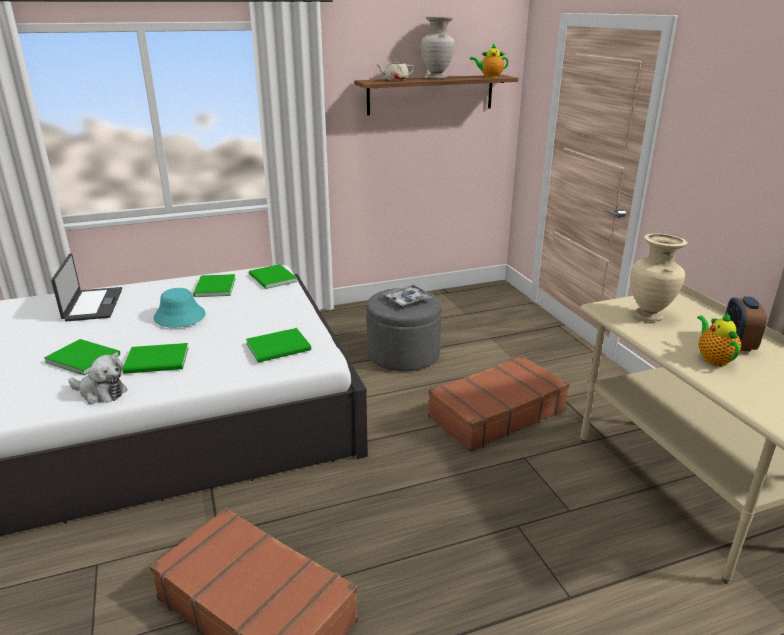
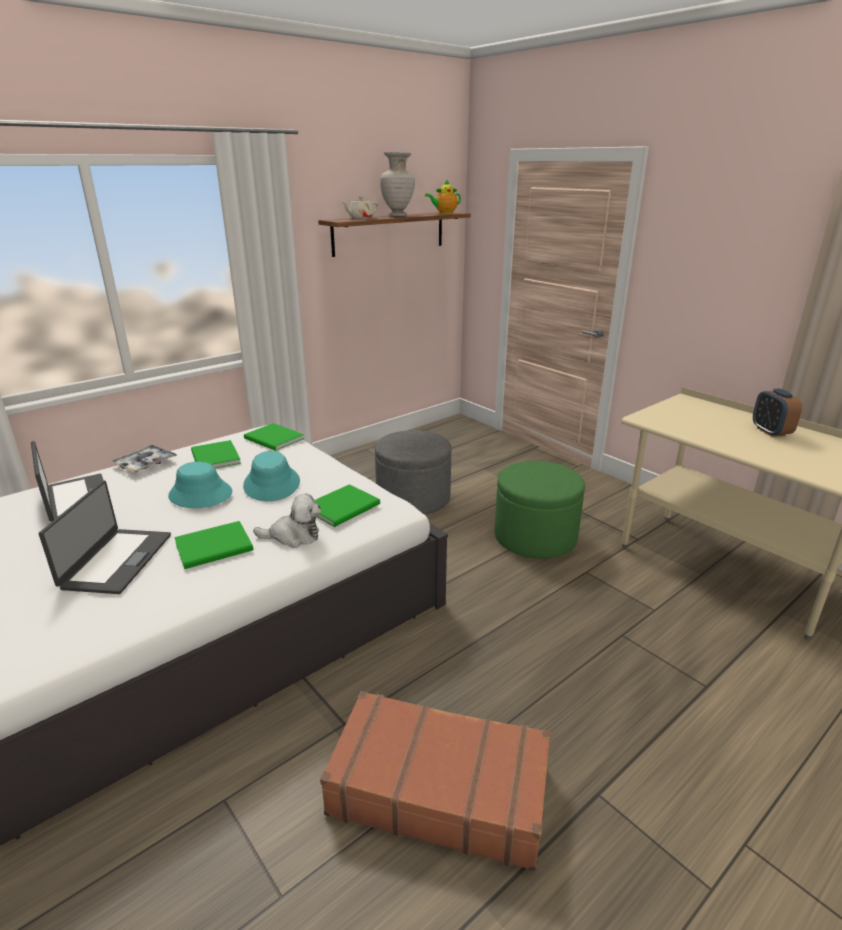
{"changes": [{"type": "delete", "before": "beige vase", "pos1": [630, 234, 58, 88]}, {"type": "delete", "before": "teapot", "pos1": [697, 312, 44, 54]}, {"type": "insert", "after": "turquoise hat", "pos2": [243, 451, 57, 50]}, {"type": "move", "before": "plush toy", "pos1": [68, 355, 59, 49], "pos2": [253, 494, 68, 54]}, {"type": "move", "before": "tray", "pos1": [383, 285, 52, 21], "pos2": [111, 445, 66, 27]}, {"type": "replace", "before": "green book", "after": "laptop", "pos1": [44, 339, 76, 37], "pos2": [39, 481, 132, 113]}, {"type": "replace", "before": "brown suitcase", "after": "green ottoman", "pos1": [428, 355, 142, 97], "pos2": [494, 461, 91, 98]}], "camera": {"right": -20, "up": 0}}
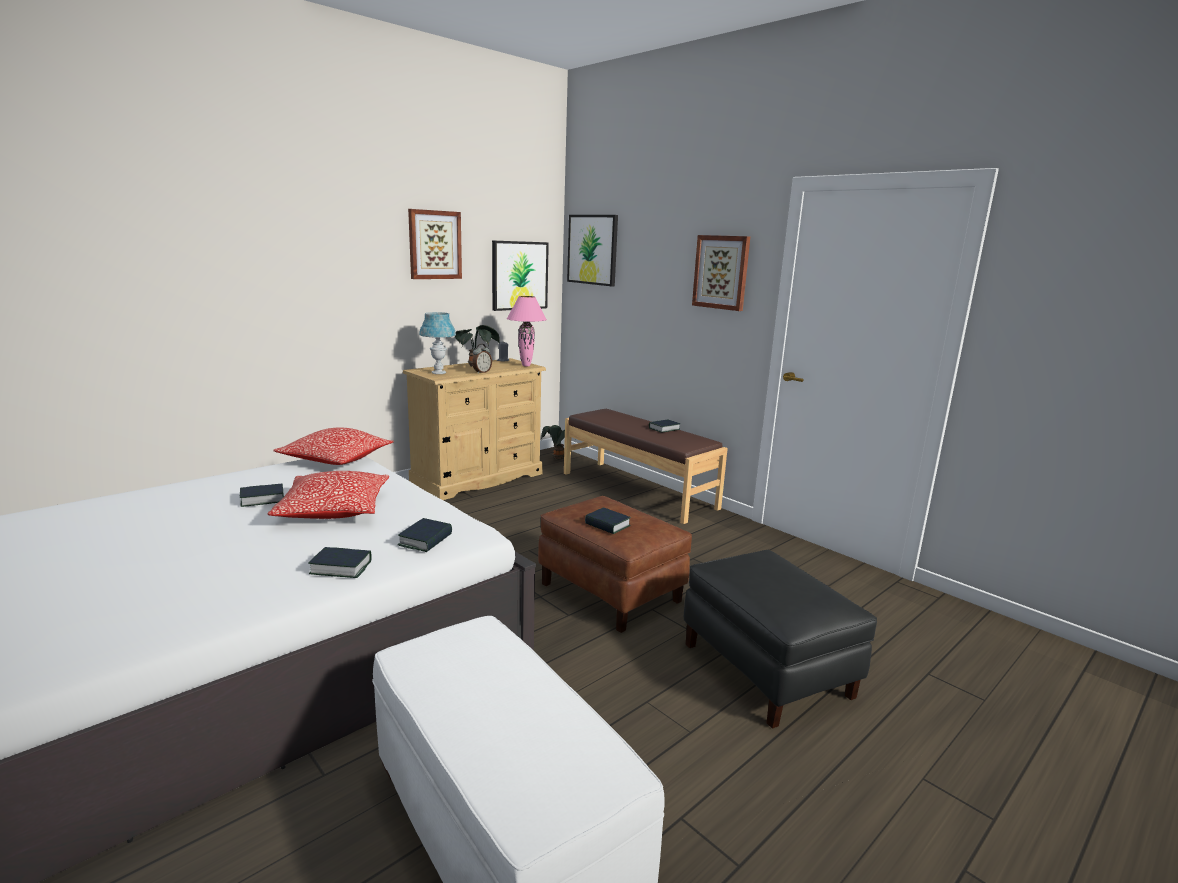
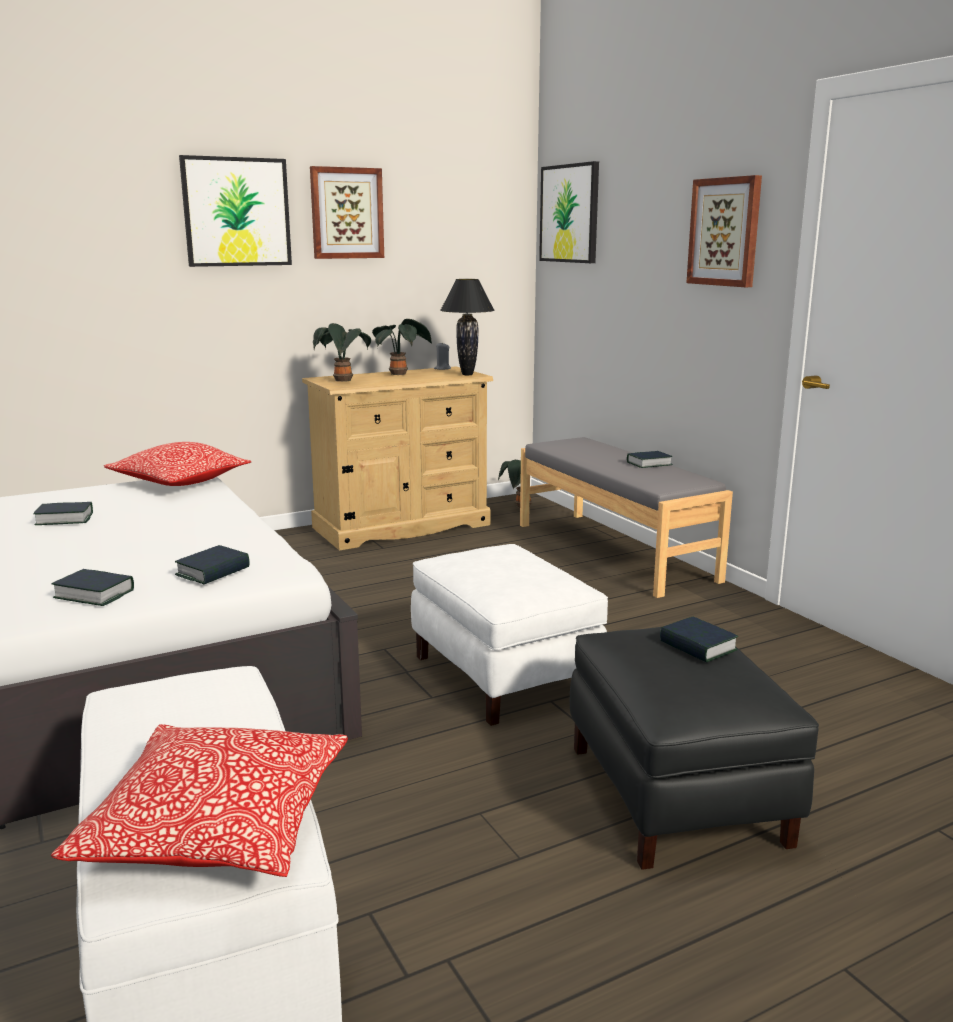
{"changes": [{"type": "delete", "before": "alarm clock", "pos1": [472, 344, 20, 30]}, {"type": "move", "before": "pillow", "pos1": [267, 471, 122, 48], "pos2": [51, 724, 297, 153]}, {"type": "move", "before": "picture", "pos1": [492, 240, 57, 71], "pos2": [179, 155, 113, 112]}, {"type": "move", "before": "book", "pos1": [585, 508, 46, 26], "pos2": [660, 617, 78, 46]}, {"type": "replace", "before": "blue table lamp", "after": "potted plant", "pos1": [419, 312, 37, 62], "pos2": [313, 323, 58, 59]}, {"type": "recolor", "before": "pink table lamp", "after": "black table lamp", "pos1": [507, 296, 40, 70], "pos2": [440, 279, 54, 96]}, {"type": "recolor", "before": "brown ottoman", "after": "white ottoman", "pos1": [538, 496, 154, 137], "pos2": [411, 544, 197, 182]}, {"type": "recolor", "before": "brown bench", "after": "grey bench", "pos1": [564, 409, 164, 115], "pos2": [520, 437, 213, 161]}], "camera": {"right": 15, "up": 0}}
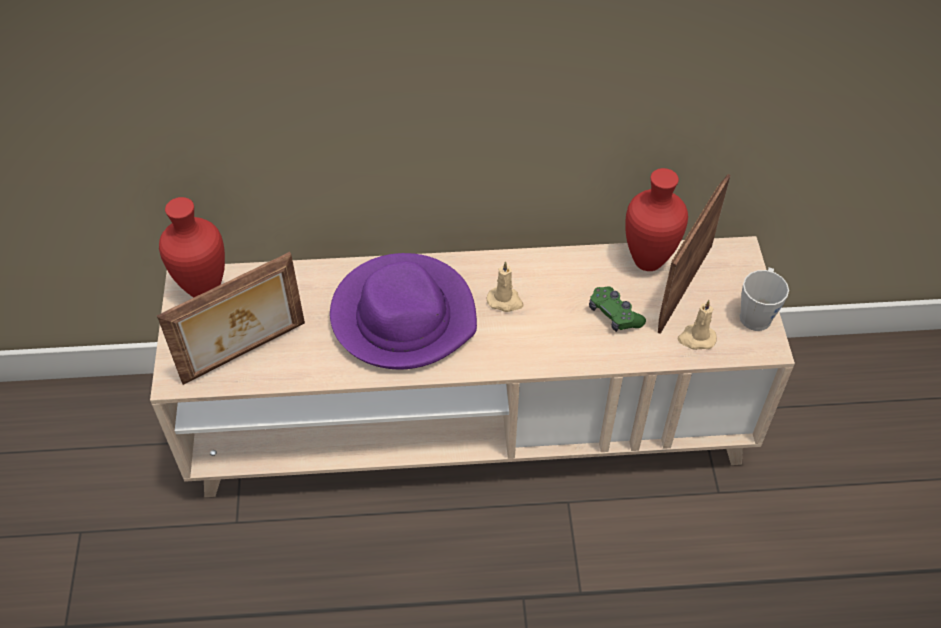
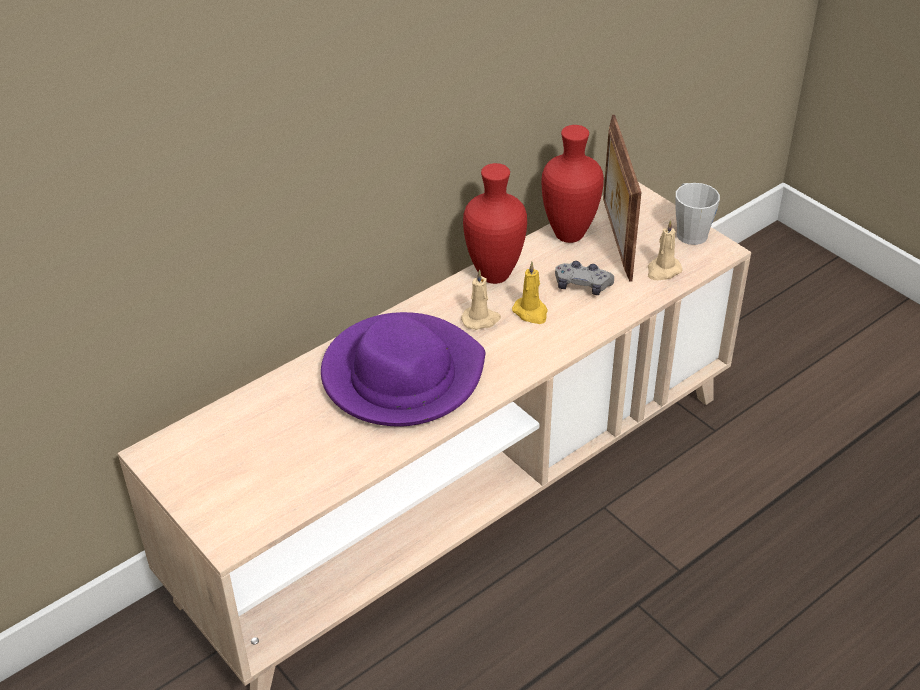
{"changes": [{"type": "delete", "before": "picture frame", "pos1": [157, 252, 148, 133]}, {"type": "insert", "after": "yellow candle", "pos2": [512, 262, 36, 62]}, {"type": "move", "before": "red vase", "pos1": [159, 197, 66, 101], "pos2": [463, 163, 64, 121]}, {"type": "recolor", "before": "green game controller", "after": "grey game controller", "pos1": [589, 286, 57, 46], "pos2": [555, 261, 59, 34]}], "camera": {"right": -35, "up": -10}}
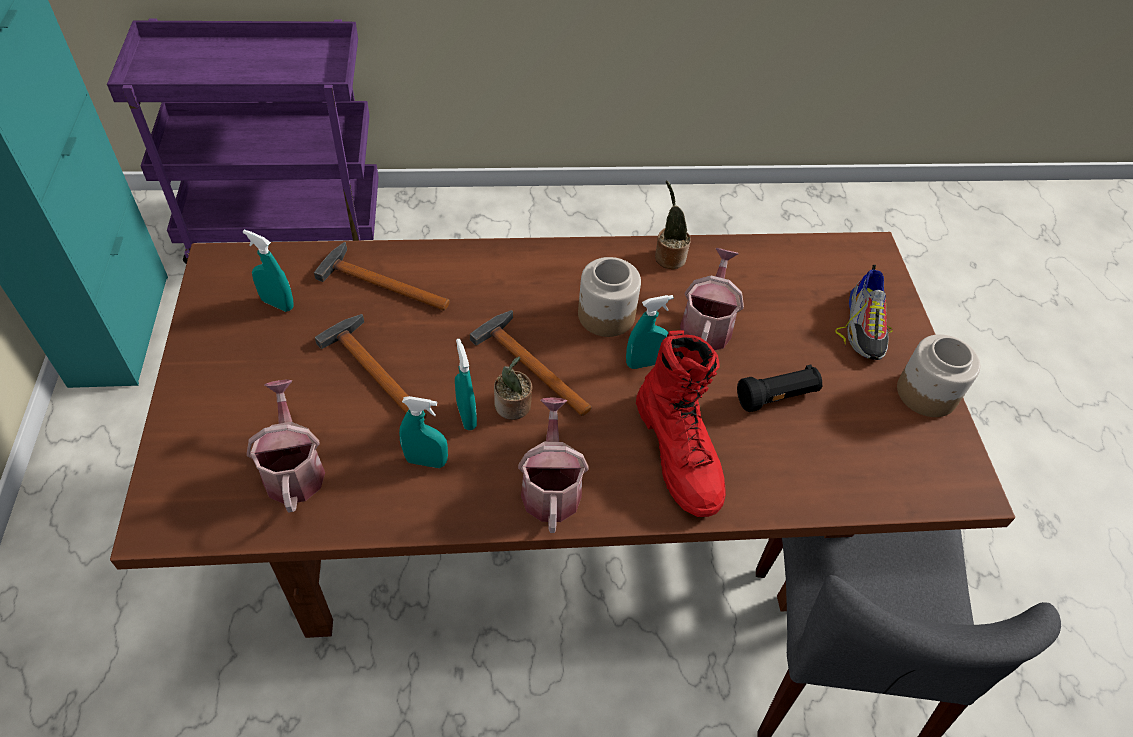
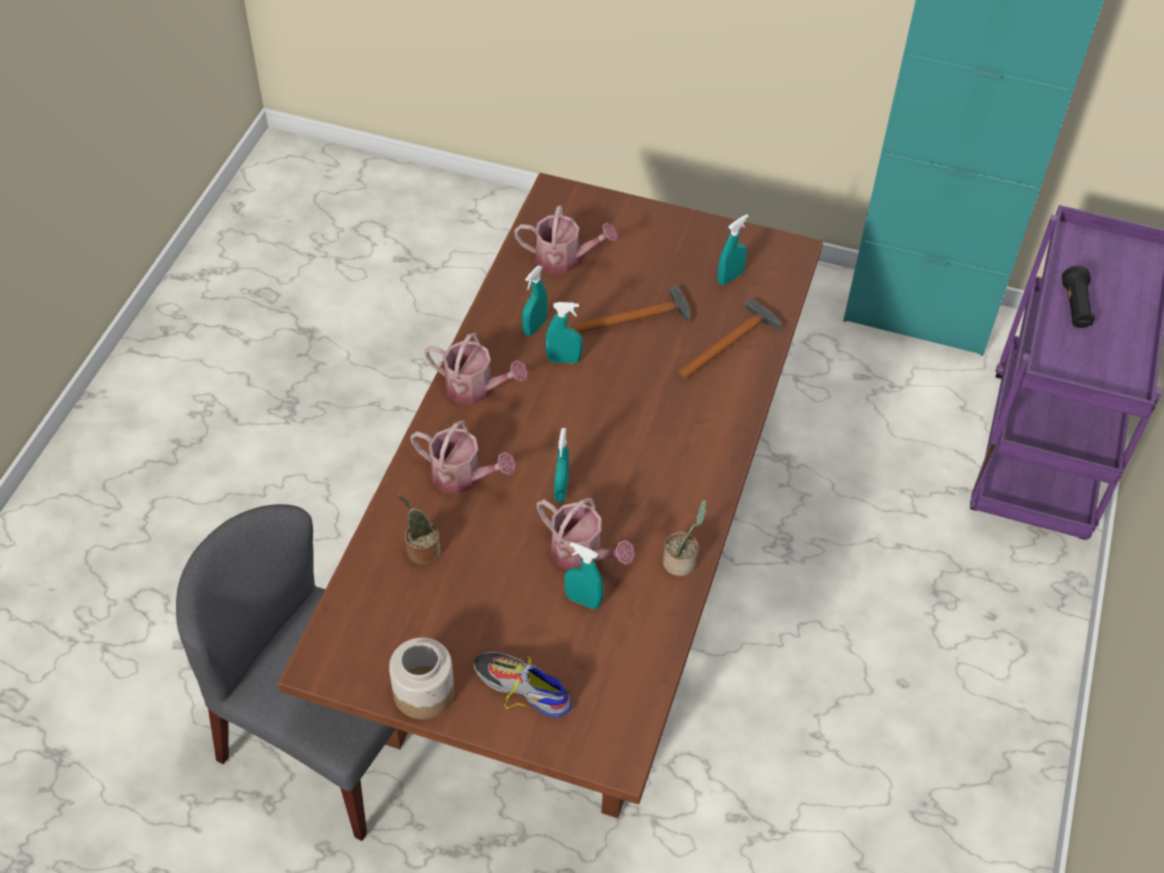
{"changes": [{"type": "delete", "before": "hammer", "pos1": [470, 310, 122, 106]}, {"type": "delete", "before": "jar", "pos1": [578, 257, 63, 80]}, {"type": "insert", "after": "turquoise spray bottle", "pos2": [564, 542, 40, 67]}, {"type": "move", "before": "potted plant", "pos1": [494, 356, 38, 64], "pos2": [395, 494, 45, 72]}, {"type": "move", "before": "black flashlight", "pos1": [737, 365, 86, 47], "pos2": [1062, 266, 33, 62]}, {"type": "replace", "before": "red boot", "after": "watering can", "pos1": [636, 330, 90, 187], "pos2": [410, 420, 106, 74]}], "camera": {"right": 115, "up": 0}}
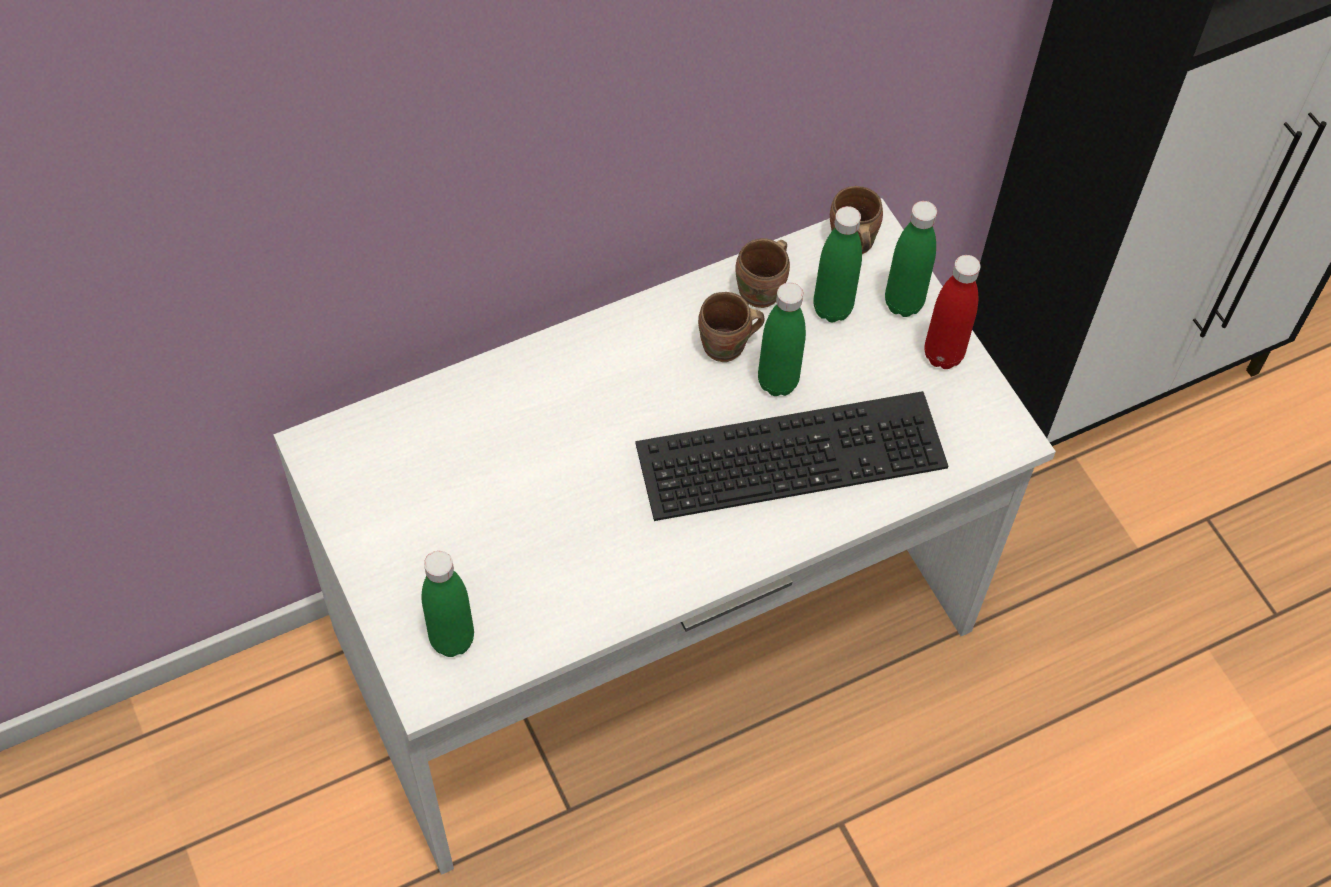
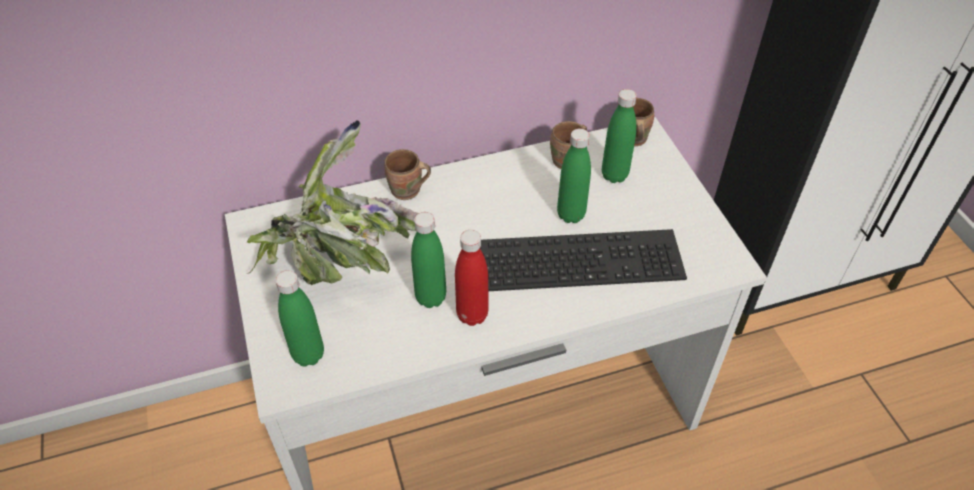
{"changes": [{"type": "insert", "after": "potted plant", "pos2": [247, 121, 171, 164]}, {"type": "move", "before": "brown mug", "pos1": [698, 292, 67, 70], "pos2": [384, 149, 47, 51]}, {"type": "move", "before": "green bottle", "pos1": [885, 201, 52, 116], "pos2": [411, 212, 35, 96]}, {"type": "move", "before": "red bottle", "pos1": [924, 255, 56, 114], "pos2": [455, 230, 34, 96]}], "camera": {"right": 10, "up": -10}}
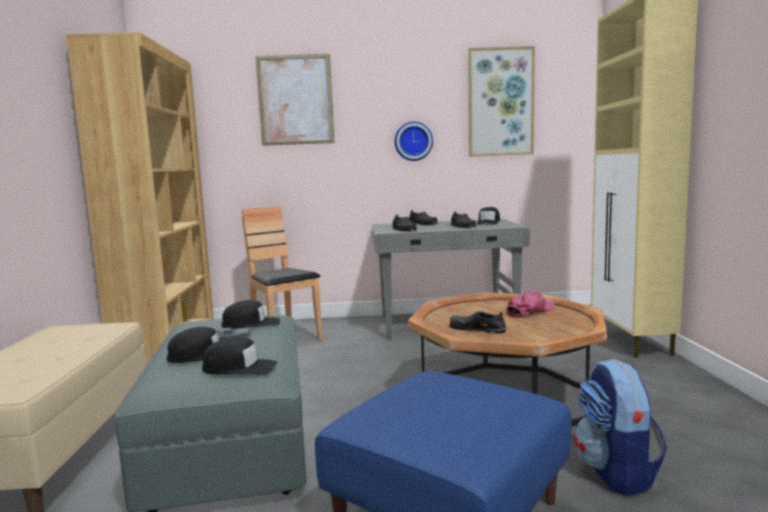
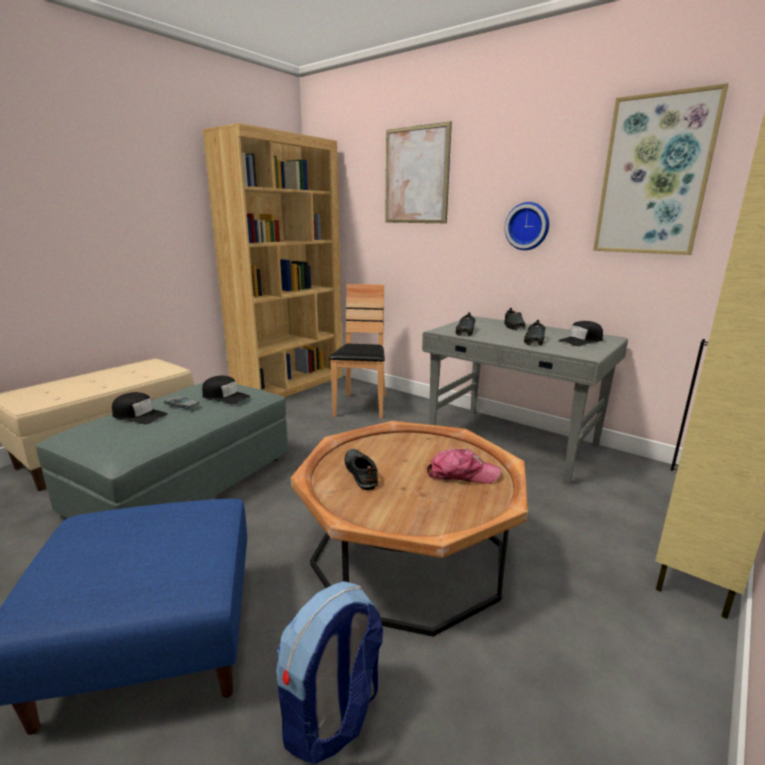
{"changes": [{"type": "delete", "before": "black cap", "pos1": [202, 337, 76, 38]}], "camera": {"right": 40, "up": 10}}
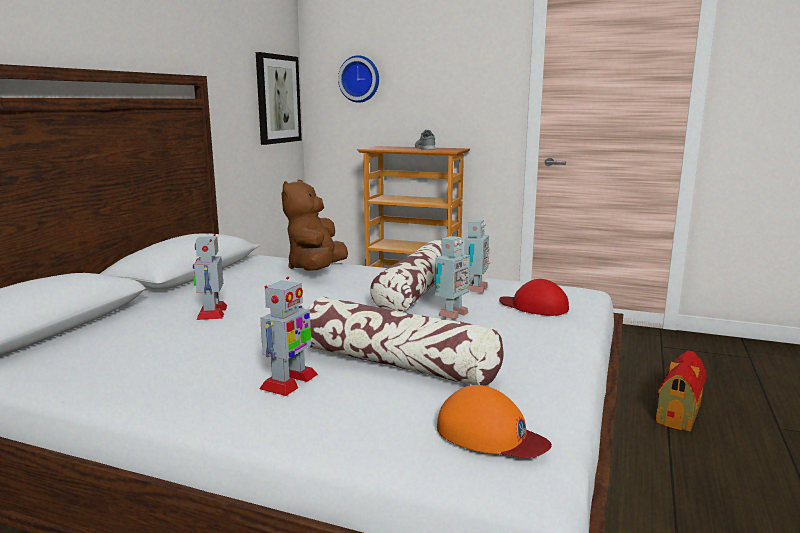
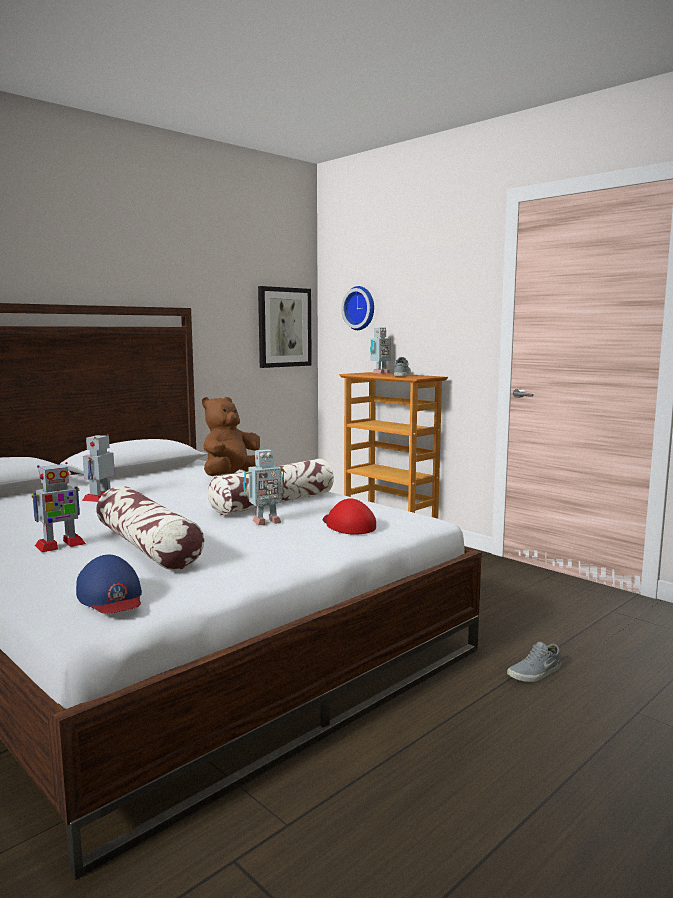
{"changes": [{"type": "move", "before": "toy robot", "pos1": [464, 220, 26, 73], "pos2": [370, 328, 21, 46]}, {"type": "replace", "before": "toy house", "after": "grey shoe", "pos1": [656, 350, 51, 81], "pos2": [507, 642, 54, 40]}, {"type": "recolor", "before": "orange cap", "after": "blue cap", "pos1": [437, 385, 115, 73], "pos2": [76, 555, 66, 59]}], "camera": {"right": 25, "up": -5}}
